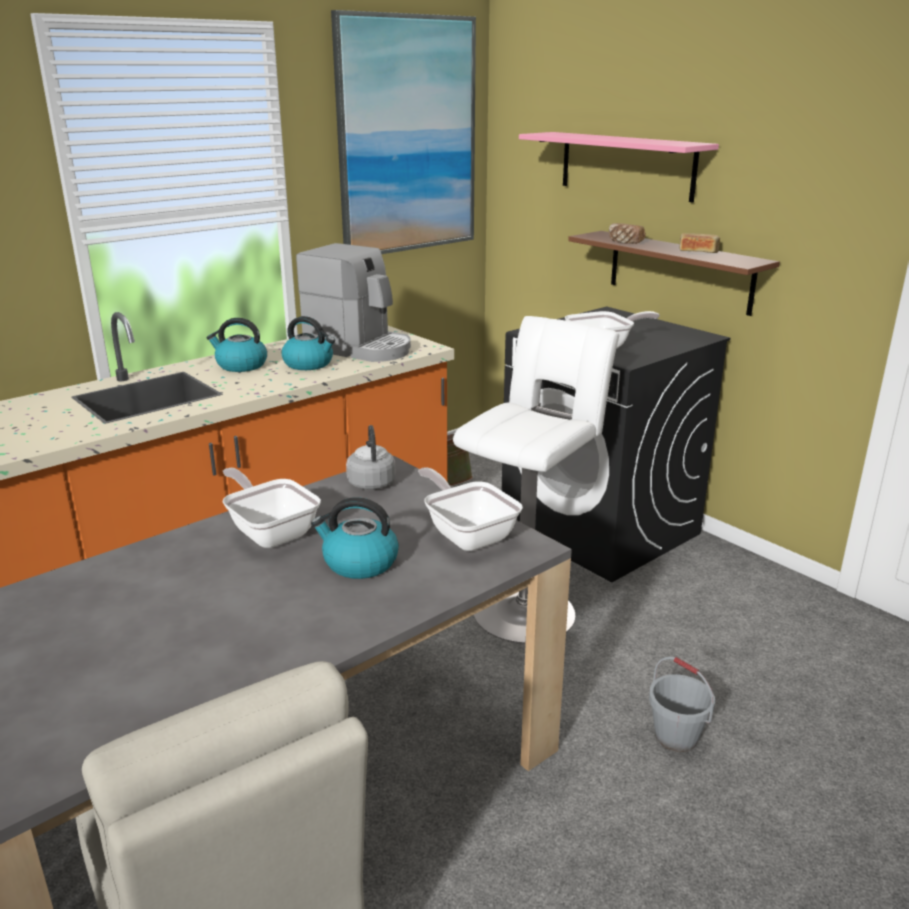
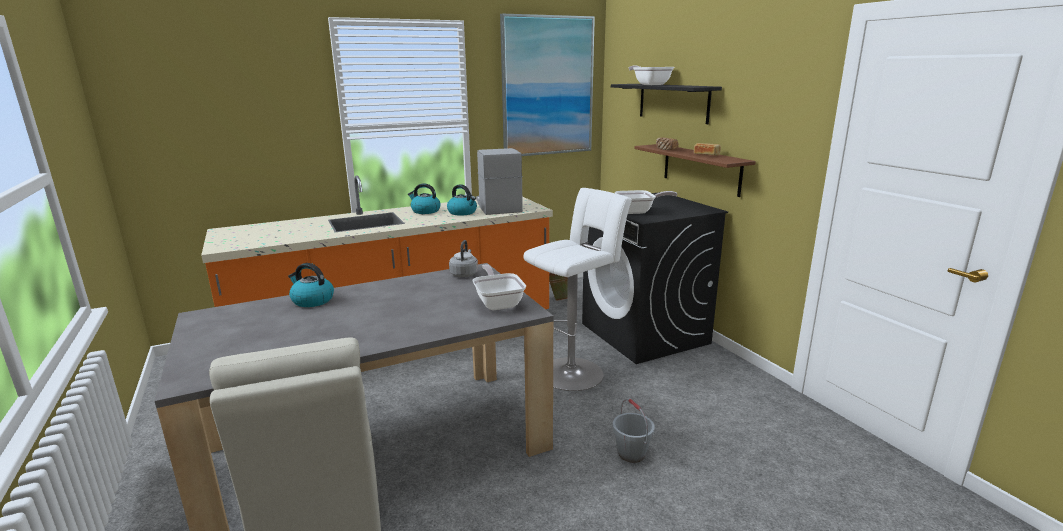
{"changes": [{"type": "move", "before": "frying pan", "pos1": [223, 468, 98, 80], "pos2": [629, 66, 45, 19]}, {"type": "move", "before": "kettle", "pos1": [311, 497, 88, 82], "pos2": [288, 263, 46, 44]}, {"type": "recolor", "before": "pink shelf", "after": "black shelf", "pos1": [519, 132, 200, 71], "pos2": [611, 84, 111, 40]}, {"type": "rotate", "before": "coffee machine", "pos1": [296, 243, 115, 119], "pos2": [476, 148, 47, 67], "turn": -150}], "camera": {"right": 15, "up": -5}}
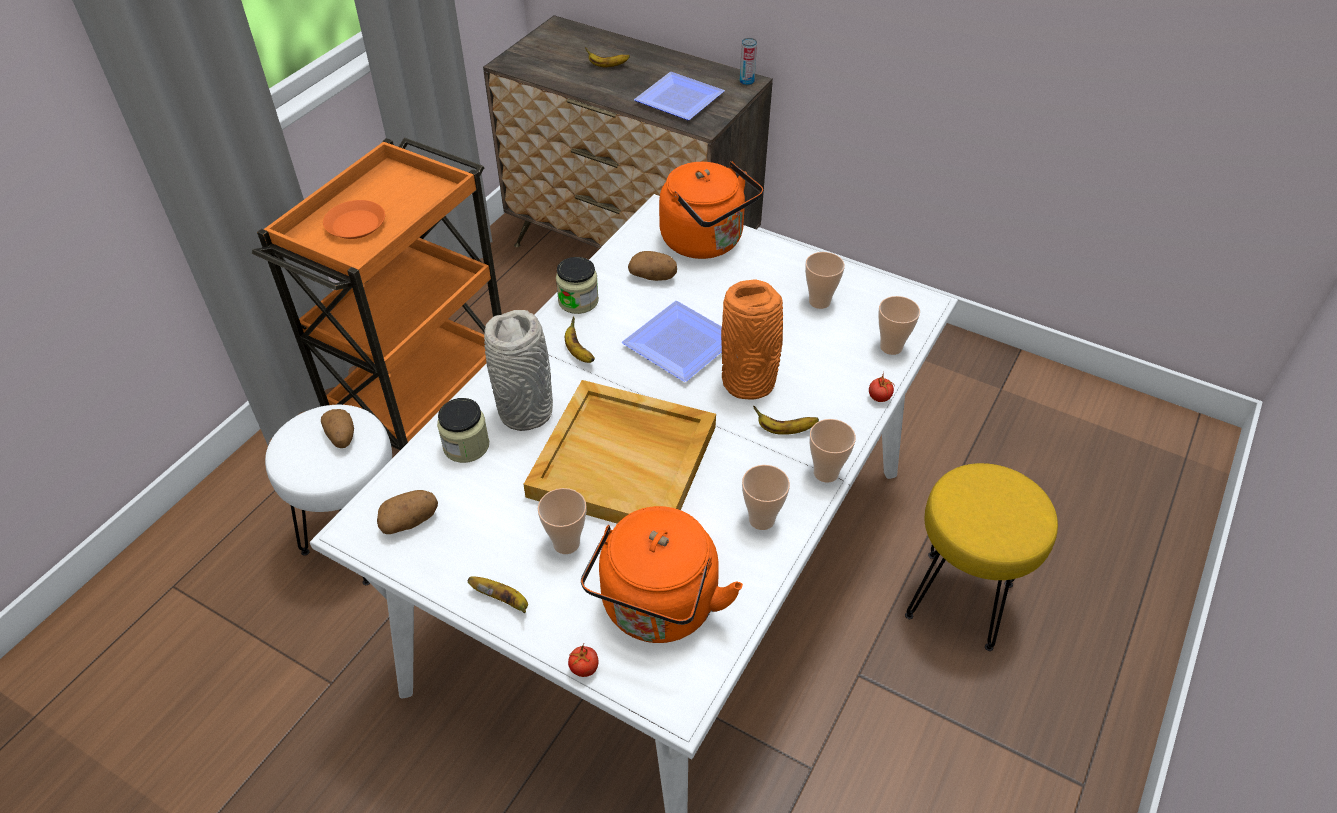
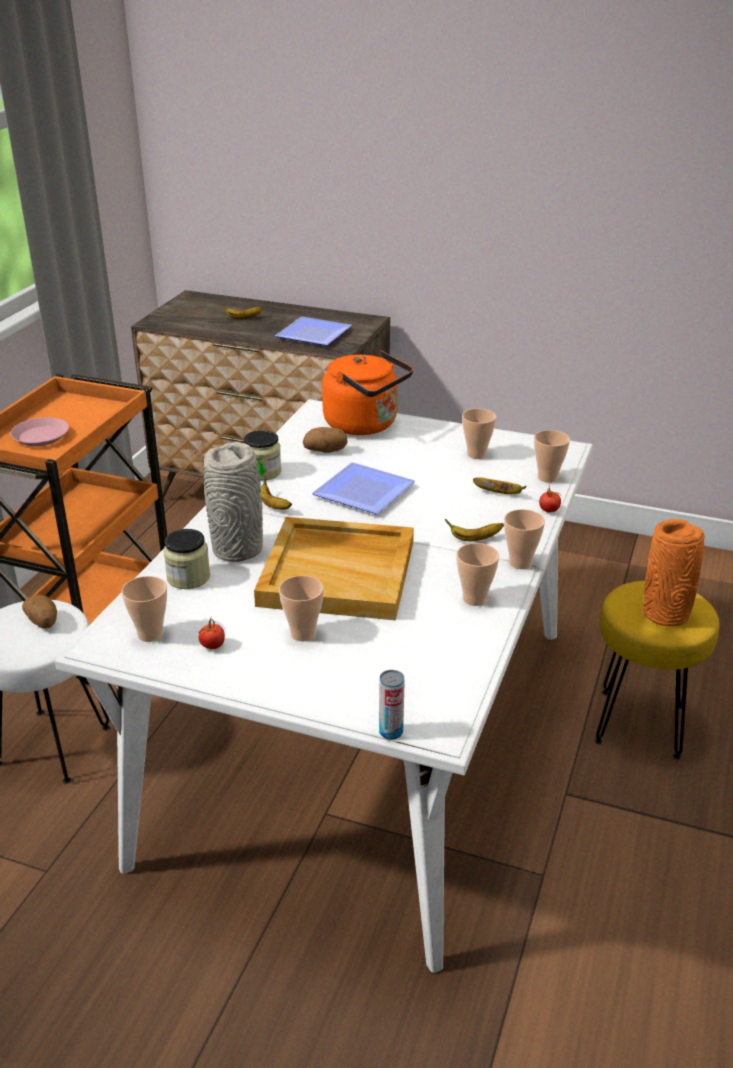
{"changes": [{"type": "delete", "before": "orange kettle", "pos1": [581, 506, 162, 137]}, {"type": "move", "before": "banana", "pos1": [468, 576, 60, 37], "pos2": [473, 477, 53, 17]}, {"type": "move", "before": "tomato", "pos1": [568, 644, 30, 33], "pos2": [199, 618, 26, 31]}, {"type": "move", "before": "orange vase", "pos1": [721, 279, 62, 121], "pos2": [643, 519, 62, 107]}, {"type": "move", "before": "can", "pos1": [740, 38, 17, 47], "pos2": [379, 670, 26, 70]}, {"type": "replace", "before": "potato", "after": "cup", "pos1": [377, 490, 61, 44], "pos2": [121, 576, 46, 66]}, {"type": "recolor", "before": "orange plate", "after": "pink plate", "pos1": [323, 200, 62, 39], "pos2": [10, 417, 59, 29]}], "camera": {"right": -10, "up": -15}}
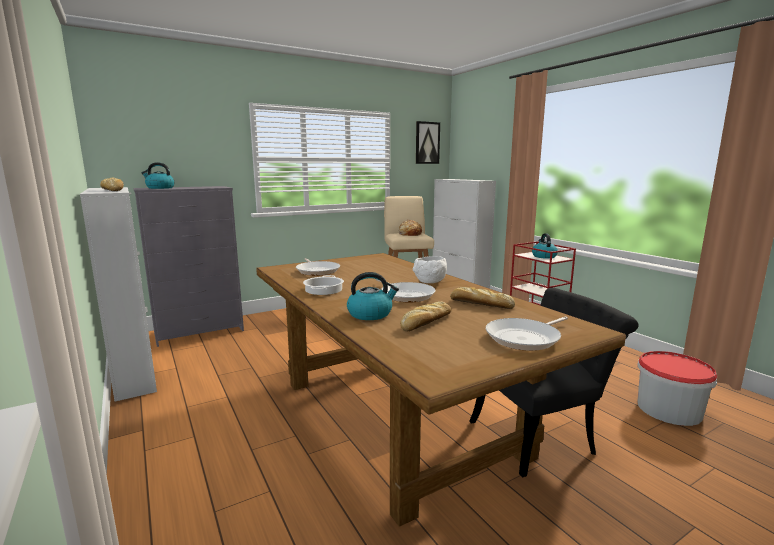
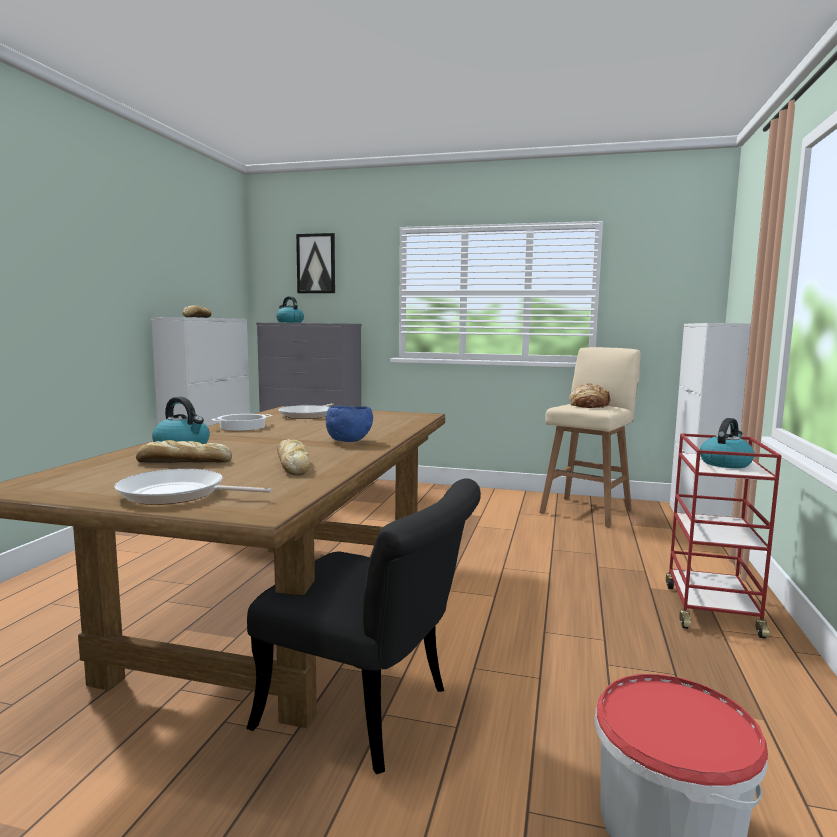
{"changes": [{"type": "delete", "before": "frying pan", "pos1": [376, 279, 60, 23]}, {"type": "move", "before": "picture", "pos1": [416, 121, 24, 43], "pos2": [296, 233, 39, 60]}, {"type": "recolor", "before": "white bowl", "after": "blue bowl", "pos1": [412, 256, 35, 27], "pos2": [326, 406, 47, 36]}], "camera": {"right": 45, "up": -5}}
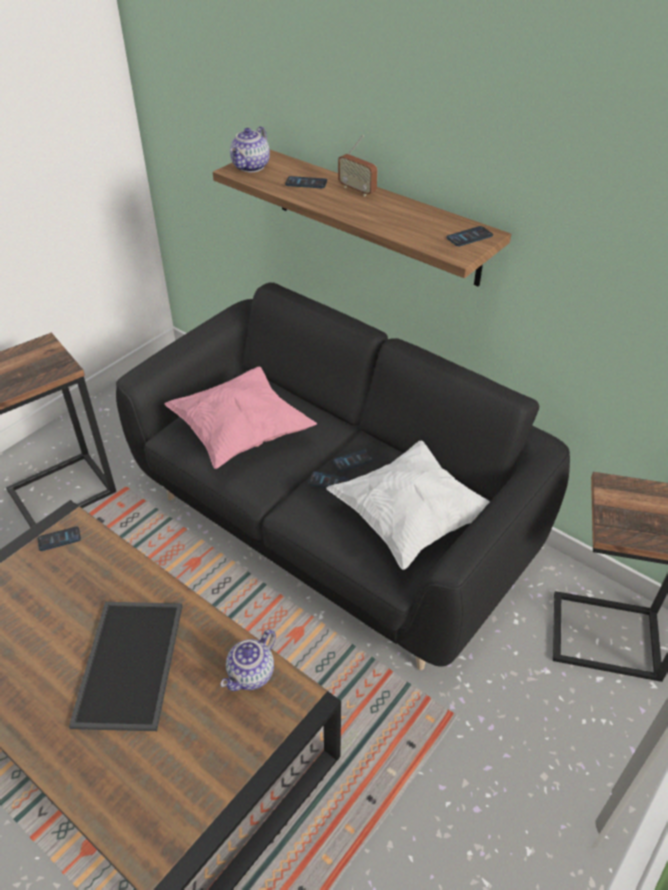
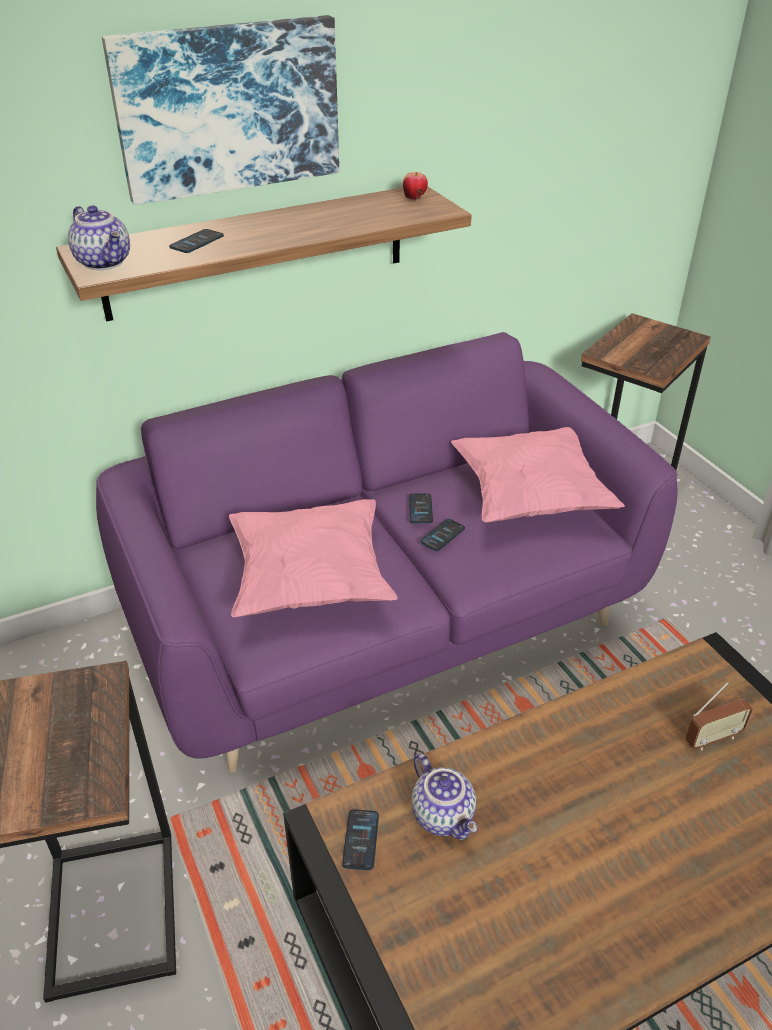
{"changes": [{"type": "delete", "before": "tray", "pos1": [69, 602, 114, 129]}, {"type": "insert", "after": "picture", "pos2": [102, 15, 237, 190]}, {"type": "move", "before": "teapot", "pos1": [220, 629, 56, 62], "pos2": [412, 753, 65, 87]}, {"type": "move", "before": "radio", "pos1": [338, 135, 40, 62], "pos2": [686, 682, 67, 68]}, {"type": "replace", "before": "phone", "after": "apple", "pos1": [446, 226, 47, 20], "pos2": [403, 172, 25, 28]}, {"type": "recolor", "before": "black sofa", "after": "purple sofa", "pos1": [116, 282, 454, 388], "pos2": [96, 332, 582, 441]}, {"type": "recolor", "before": "white pillow", "after": "pink pillow", "pos1": [326, 441, 164, 129], "pos2": [451, 427, 174, 96]}], "camera": {"right": -65, "up": -5}}
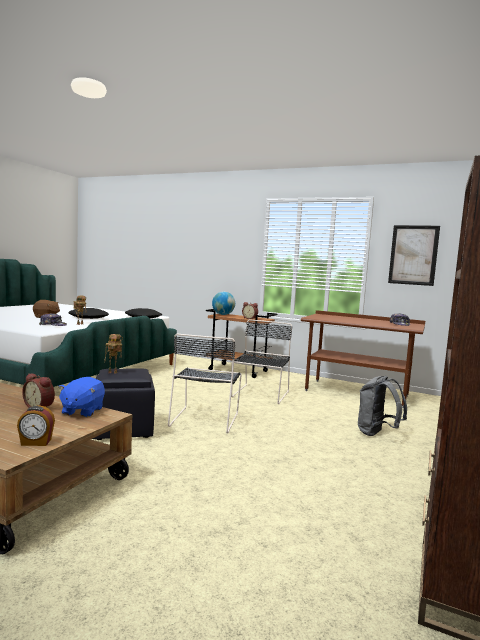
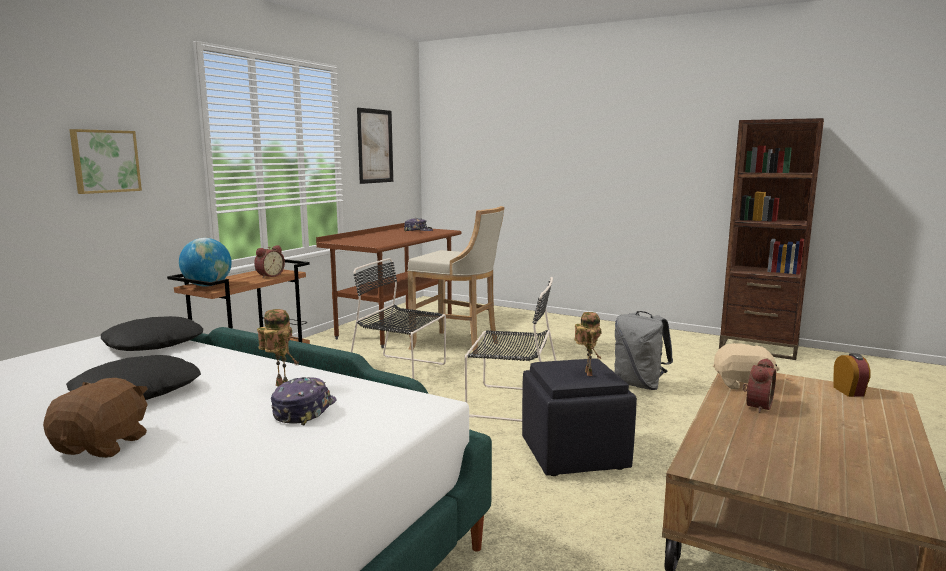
{"changes": [{"type": "insert", "after": "picture", "pos2": [69, 129, 73, 65]}, {"type": "insert", "after": "beige stool", "pos2": [407, 206, 98, 148]}, {"type": "move", "before": "grey backpack", "pos1": [358, 375, 49, 61], "pos2": [614, 311, 59, 79]}, {"type": "recolor", "before": "blue plush toy", "after": "beige plush toy", "pos1": [58, 377, 47, 40], "pos2": [713, 343, 67, 46]}], "camera": {"right": -85, "up": 5}}
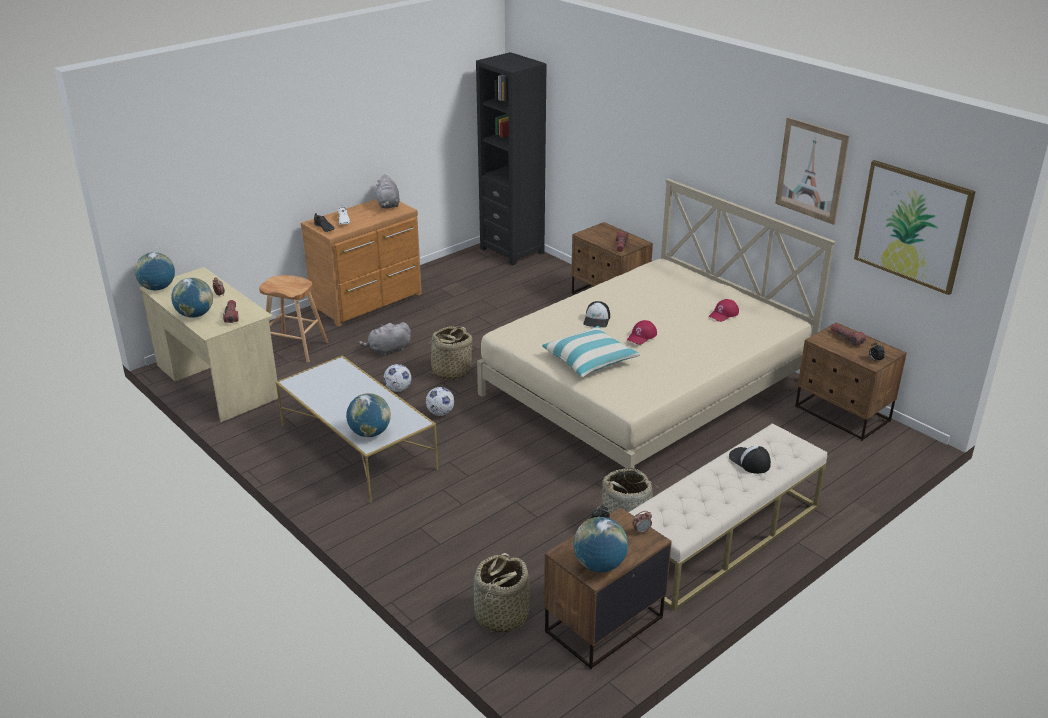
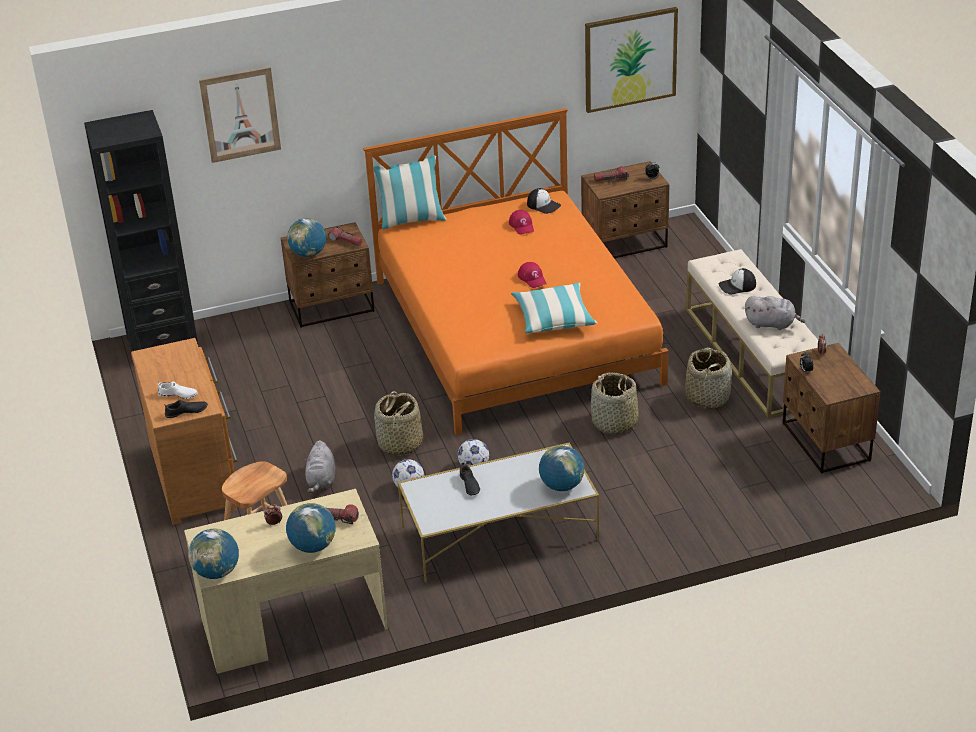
{"changes": [{"type": "insert", "after": "pillow", "pos2": [373, 155, 74, 74]}, {"type": "insert", "after": "black shoe", "pos2": [460, 462, 20, 33]}, {"type": "move", "before": "grey plush toy", "pos1": [376, 174, 24, 34], "pos2": [745, 296, 60, 34]}, {"type": "move", "before": "basket", "pos1": [474, 553, 56, 79], "pos2": [591, 372, 48, 62]}, {"type": "move", "before": "globe", "pos1": [573, 517, 55, 55], "pos2": [287, 218, 39, 39]}, {"type": "move", "before": "cap", "pos1": [583, 301, 27, 27], "pos2": [527, 188, 34, 26]}, {"type": "move", "before": "picture", "pos1": [775, 117, 75, 108], "pos2": [199, 67, 82, 96]}, {"type": "recolor", "before": "beige bed", "after": "orange bed", "pos1": [477, 179, 359, 290], "pos2": [363, 108, 305, 327]}], "camera": {"right": -65, "up": 5}}
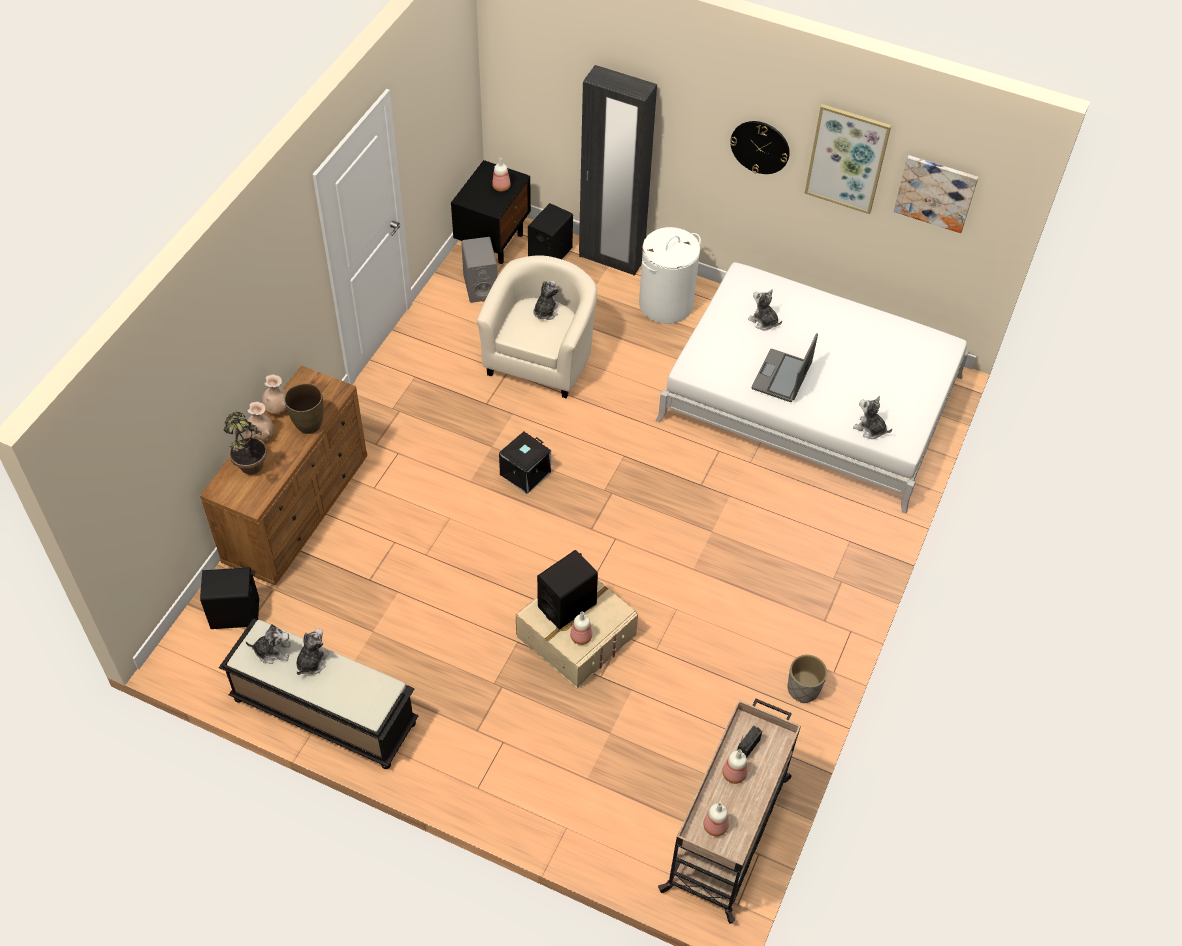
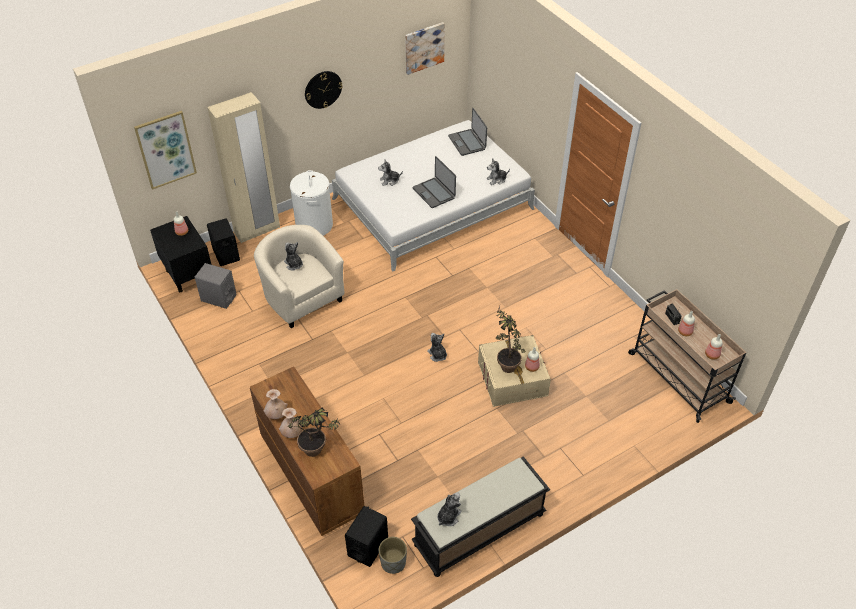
{"changes": [{"type": "delete", "before": "brown vase", "pos1": [284, 383, 40, 51]}, {"type": "delete", "before": "black storage box", "pos1": [499, 431, 52, 63]}, {"type": "insert", "after": "laptop", "pos2": [448, 108, 39, 48]}, {"type": "move", "before": "plush toy", "pos1": [296, 628, 34, 47], "pos2": [427, 333, 20, 29]}, {"type": "move", "before": "grey planter", "pos1": [788, 655, 39, 48], "pos2": [379, 537, 28, 37]}, {"type": "move", "before": "picture", "pos1": [805, 104, 86, 110], "pos2": [134, 111, 63, 79]}, {"type": "replace", "before": "black speaker", "after": "potted plant", "pos1": [537, 550, 61, 79], "pos2": [496, 306, 29, 67]}, {"type": "recolor", "before": "black wardrobe", "after": "beige wardrobe", "pos1": [579, 65, 78, 211], "pos2": [207, 92, 73, 151]}], "camera": {"right": -55, "up": -5}}
